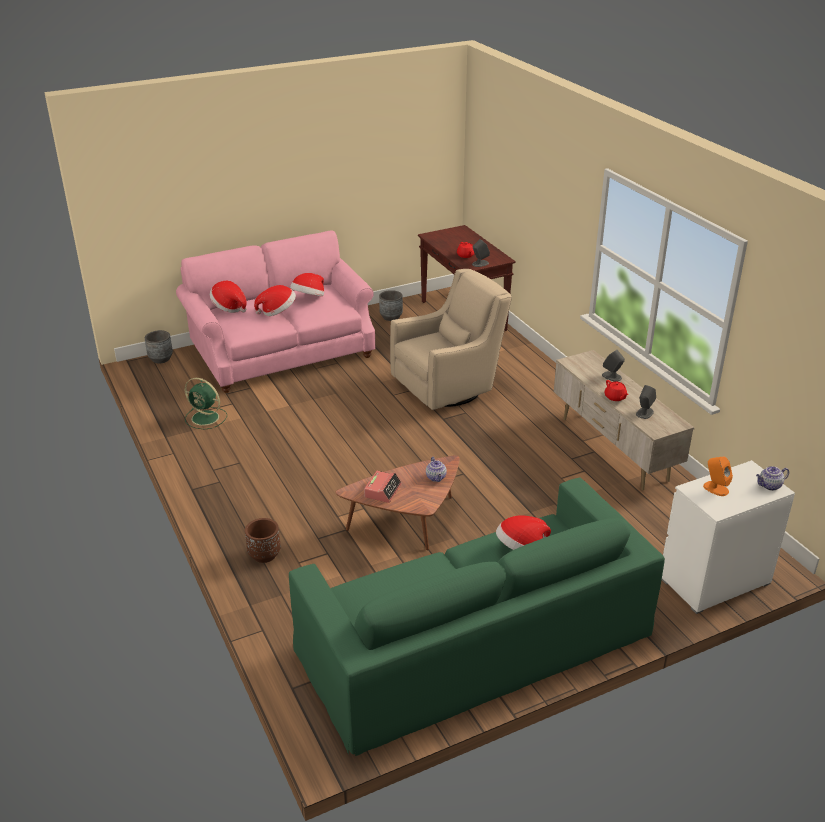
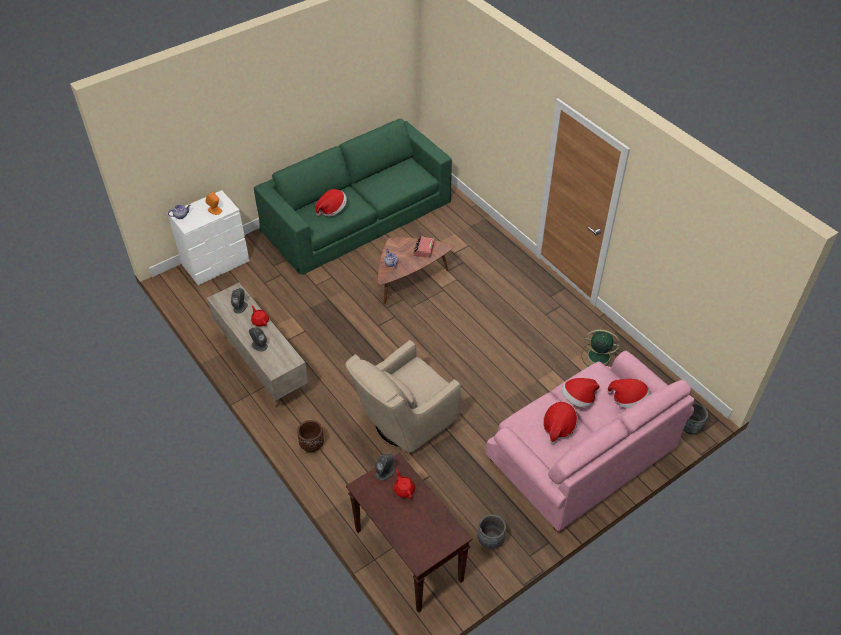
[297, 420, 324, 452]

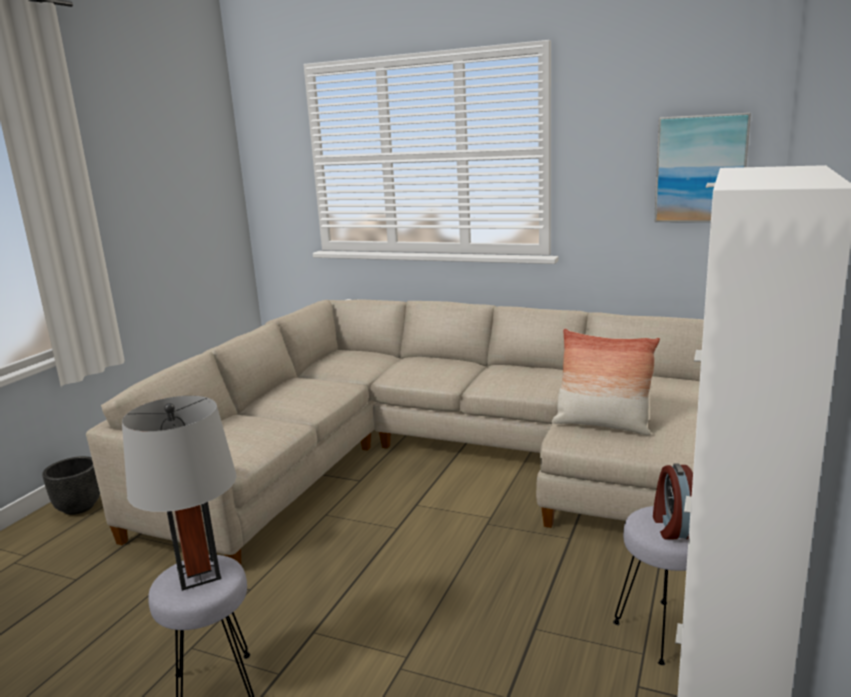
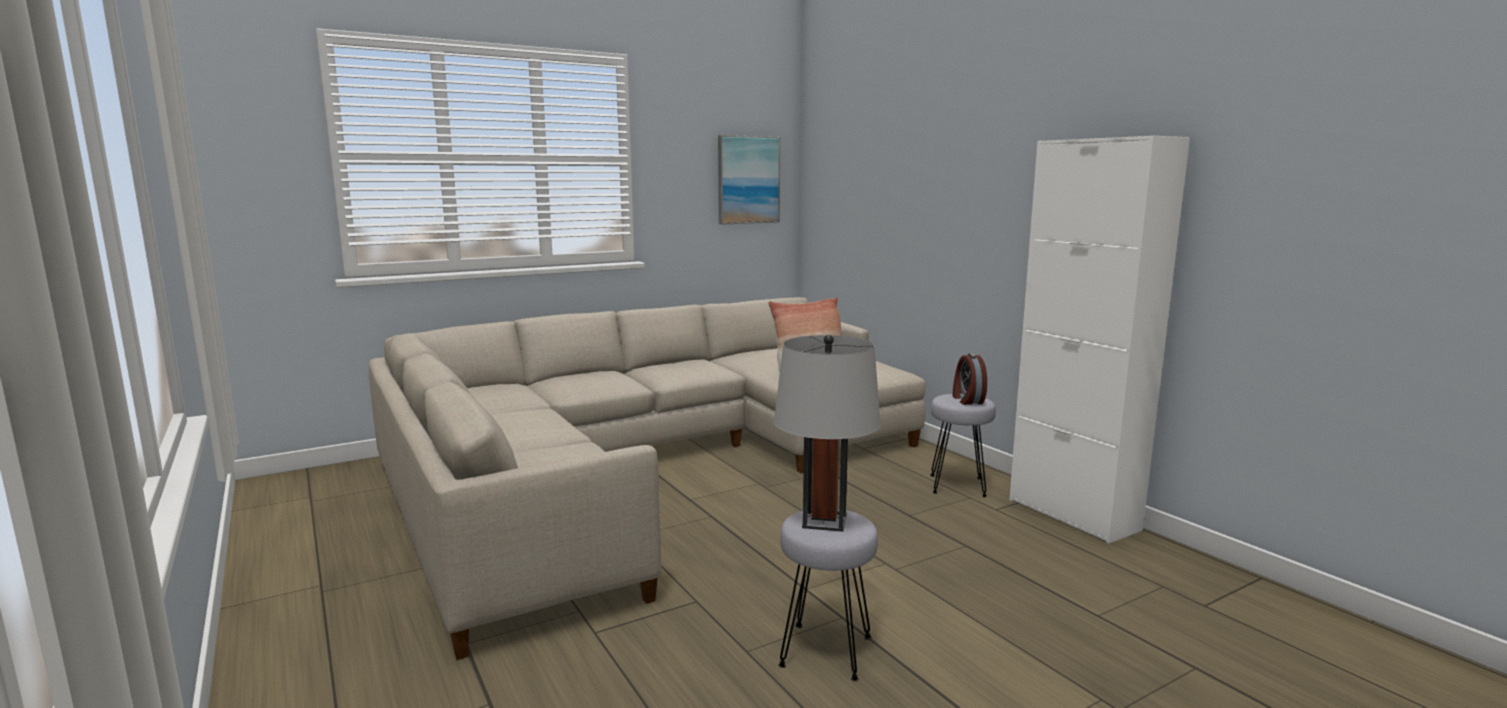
[42, 456, 100, 515] (first image)
[953, 353, 987, 405]

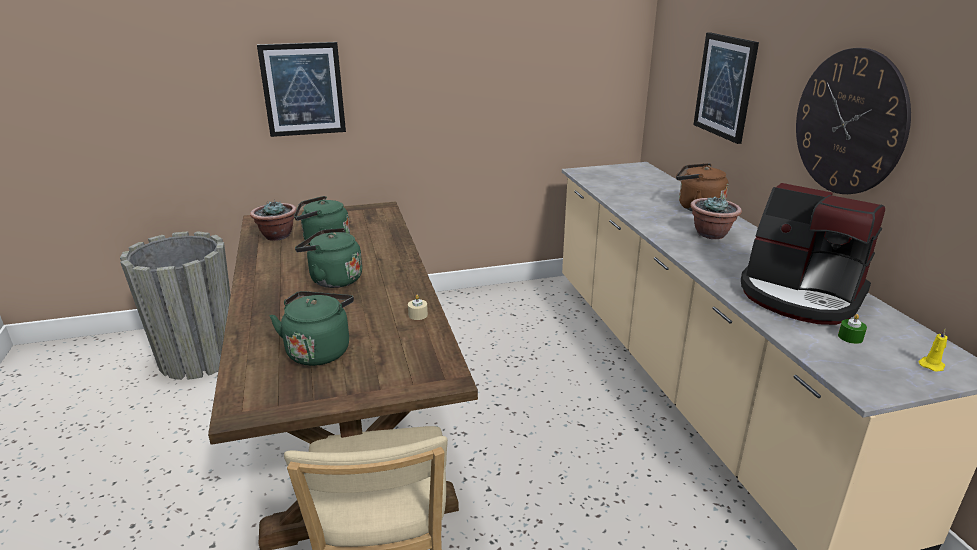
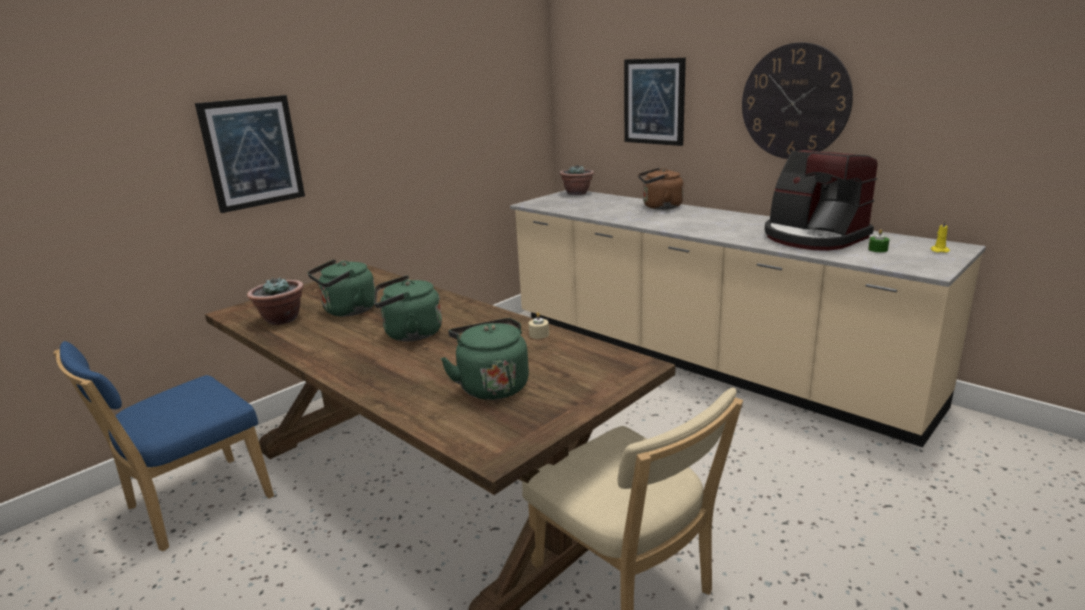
[559, 164, 594, 195]
[53, 341, 274, 551]
[765, 150, 878, 251]

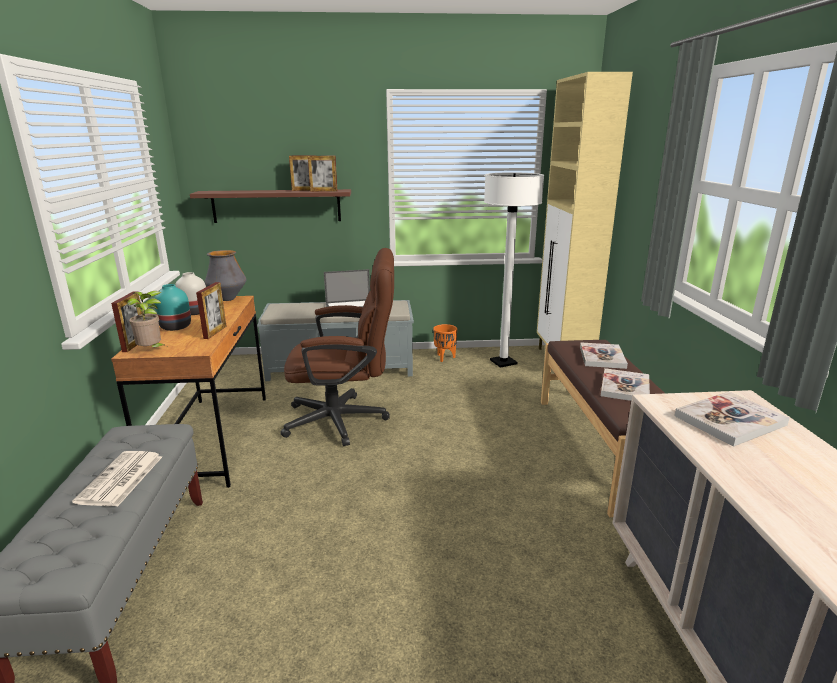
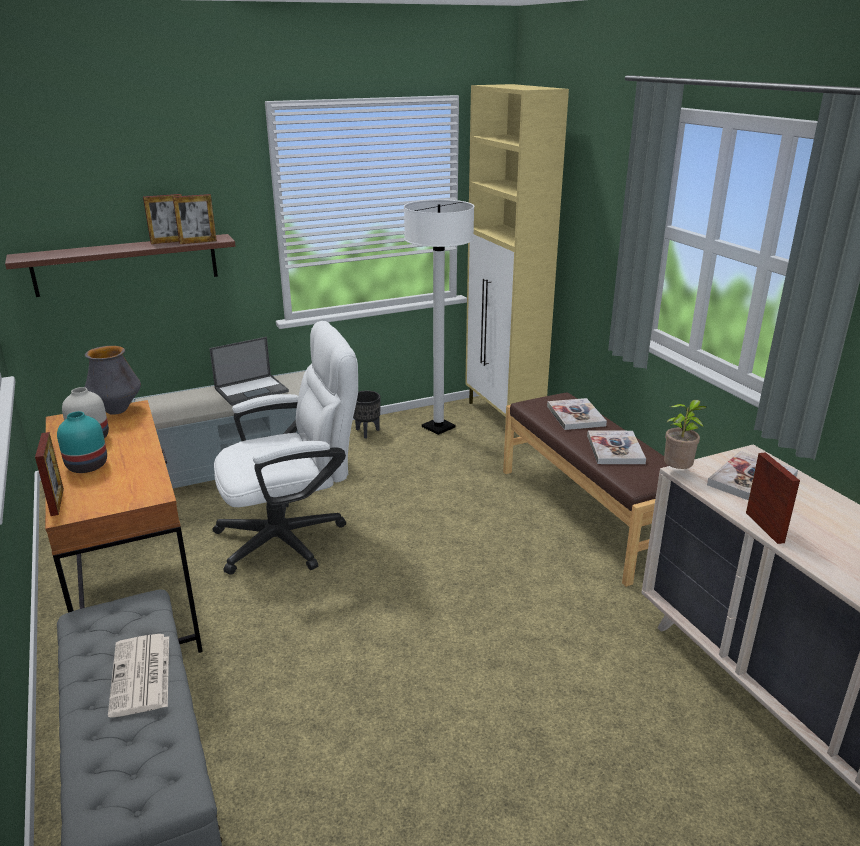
[664, 400, 707, 469]
[746, 452, 800, 544]
[212, 321, 358, 575]
[353, 391, 381, 438]

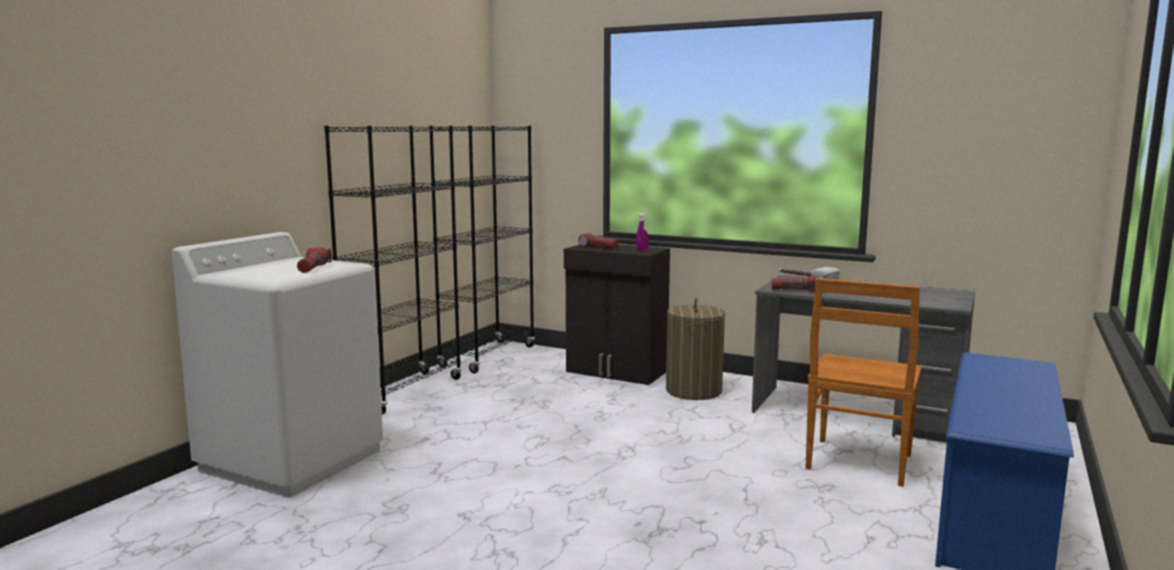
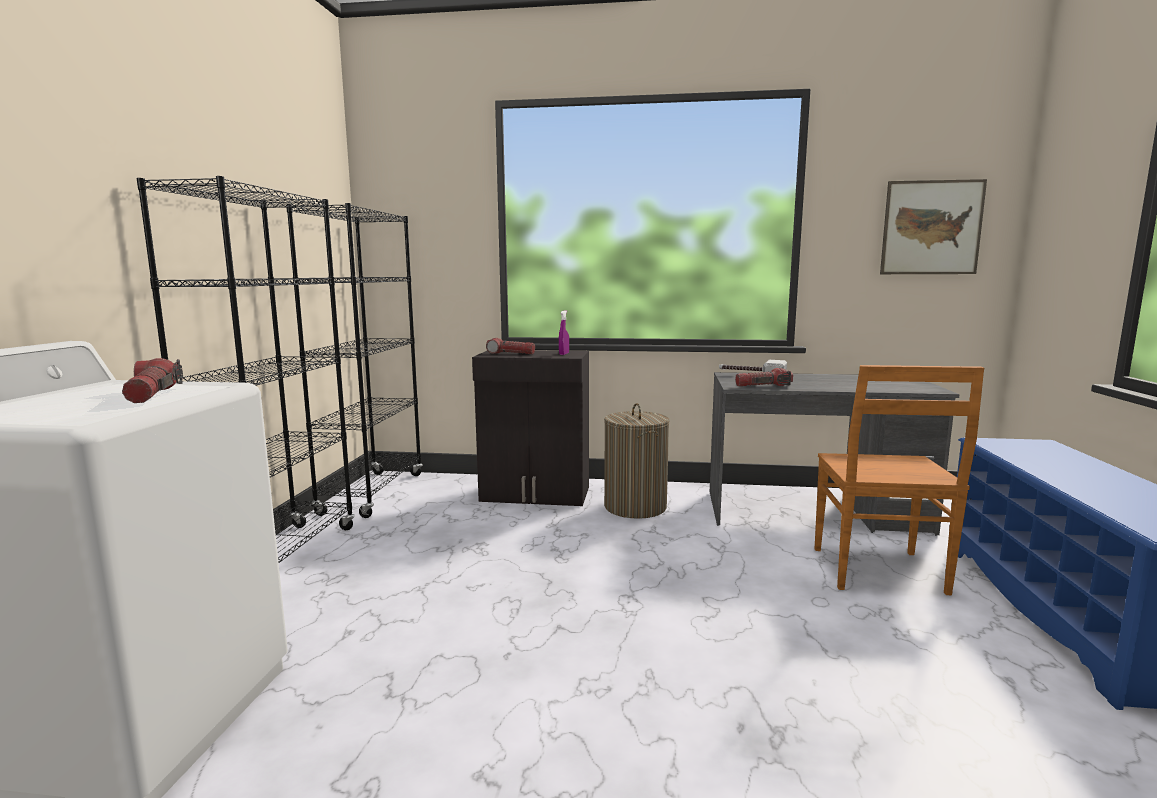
[880, 179, 987, 274]

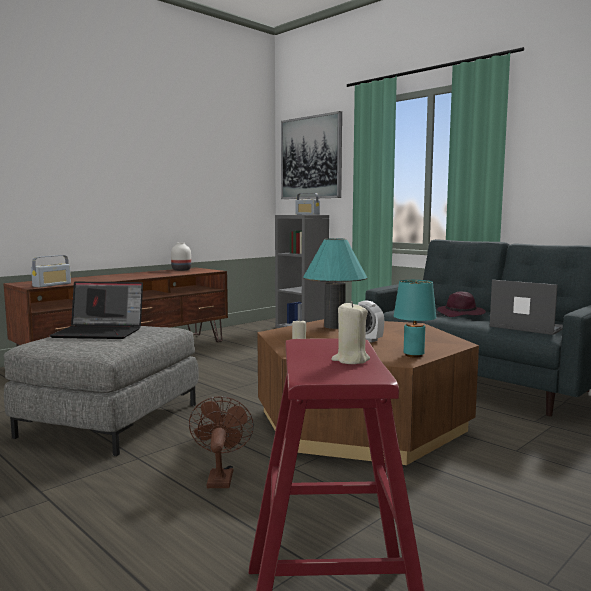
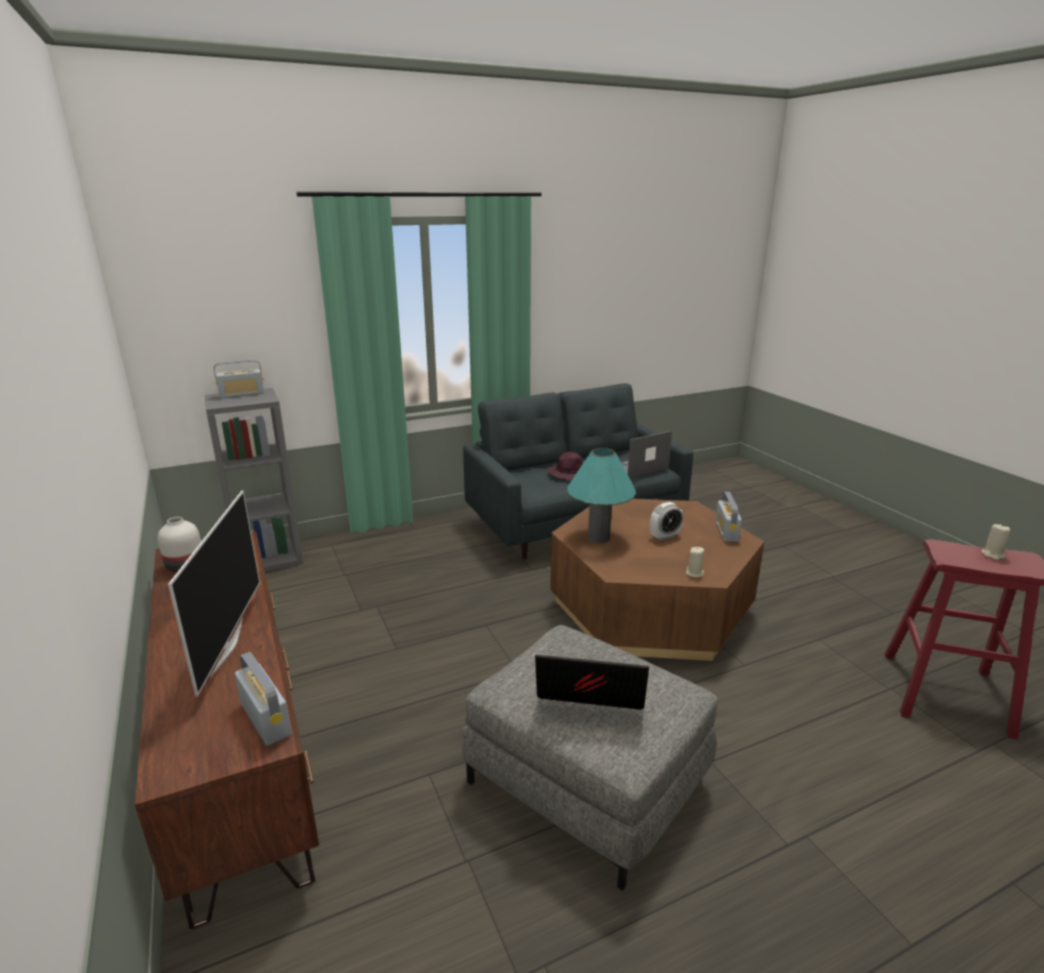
[189, 396, 254, 488] (first image)
[281, 111, 342, 199] (first image)
[168, 490, 260, 697]
[715, 492, 742, 542]
[535, 655, 649, 710]

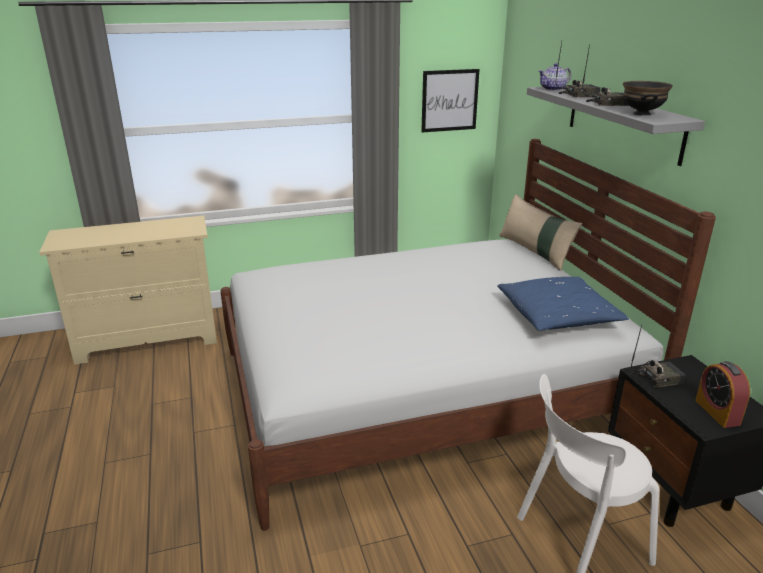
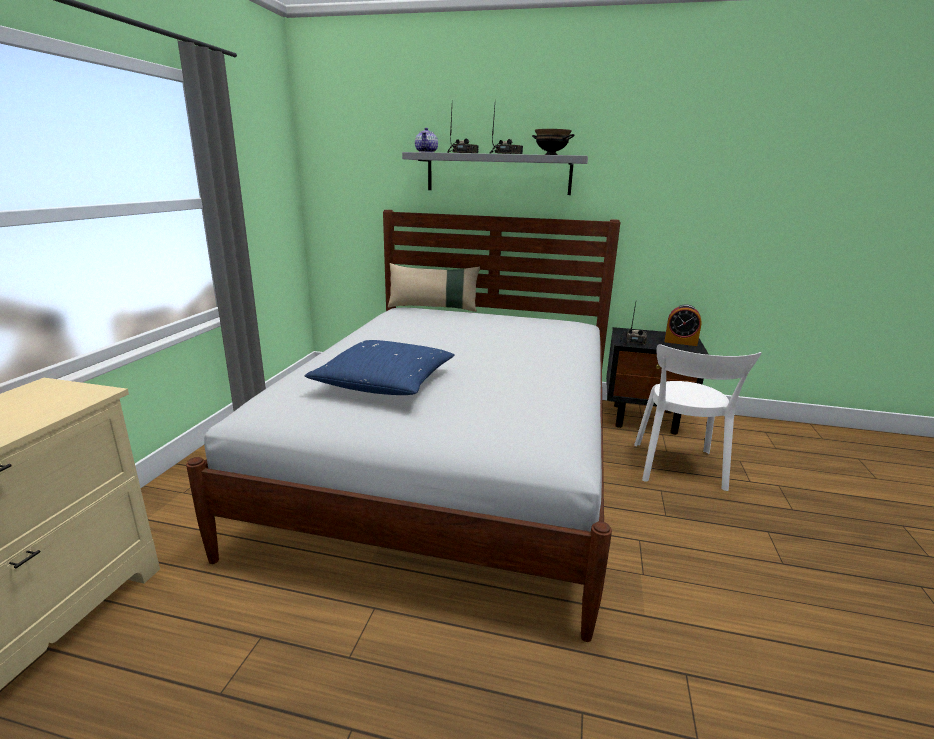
[421, 69, 480, 132] (first image)
[305, 340, 455, 395]

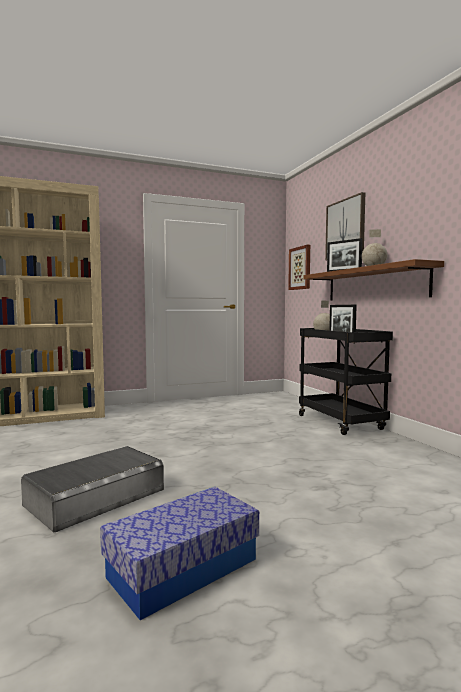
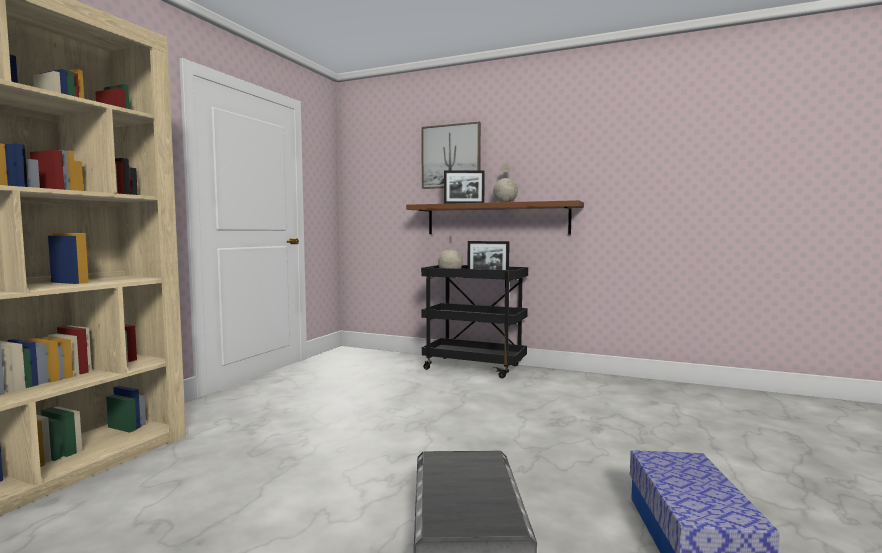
[288, 245, 310, 290] (first image)

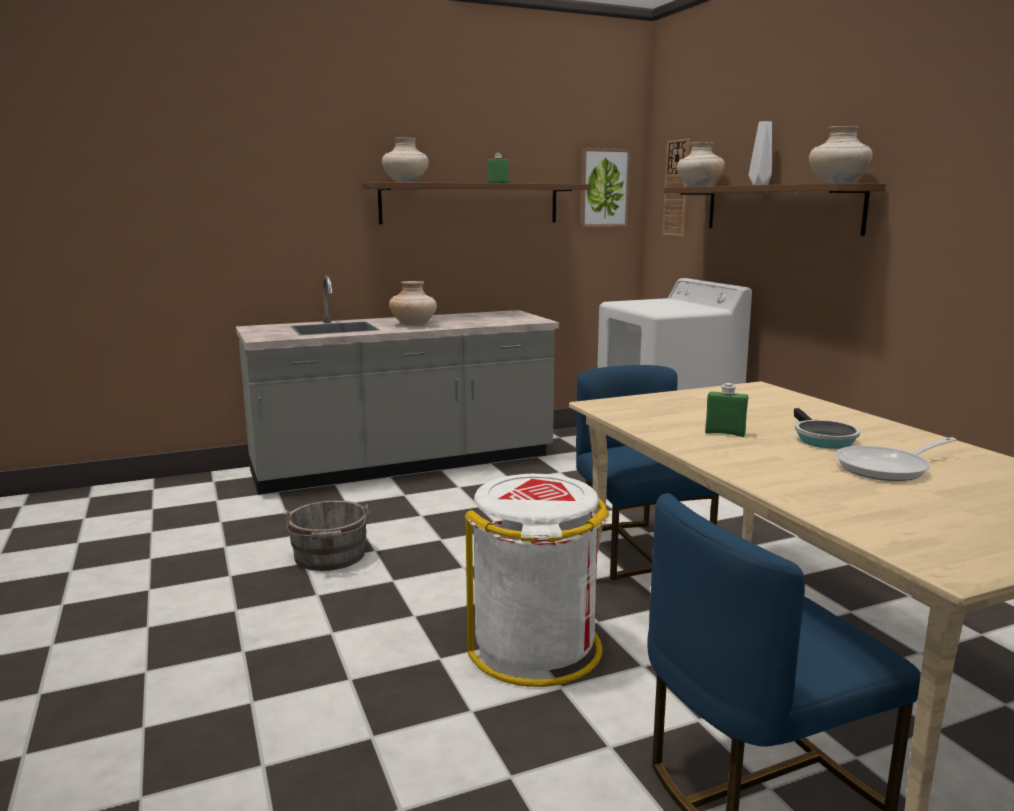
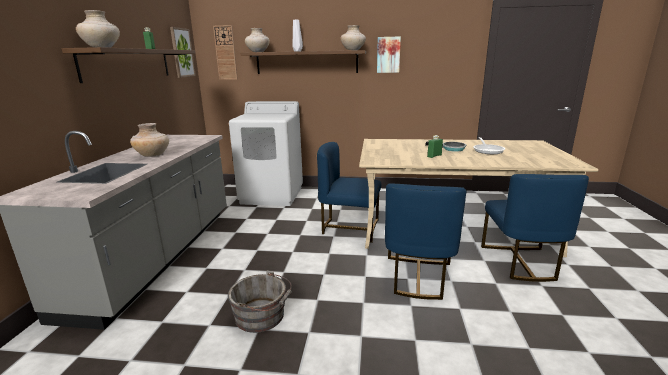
[377, 36, 401, 73]
[385, 183, 466, 300]

